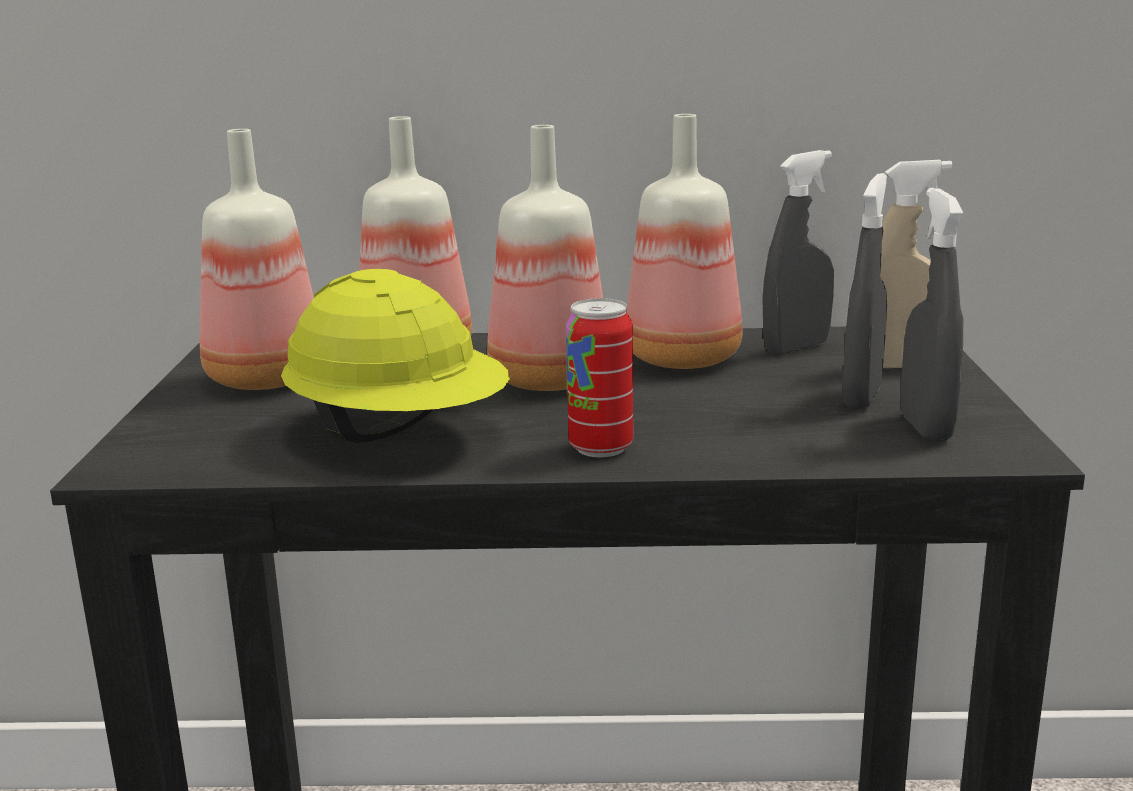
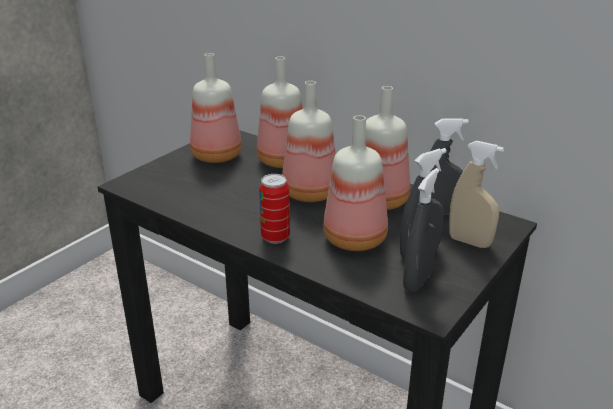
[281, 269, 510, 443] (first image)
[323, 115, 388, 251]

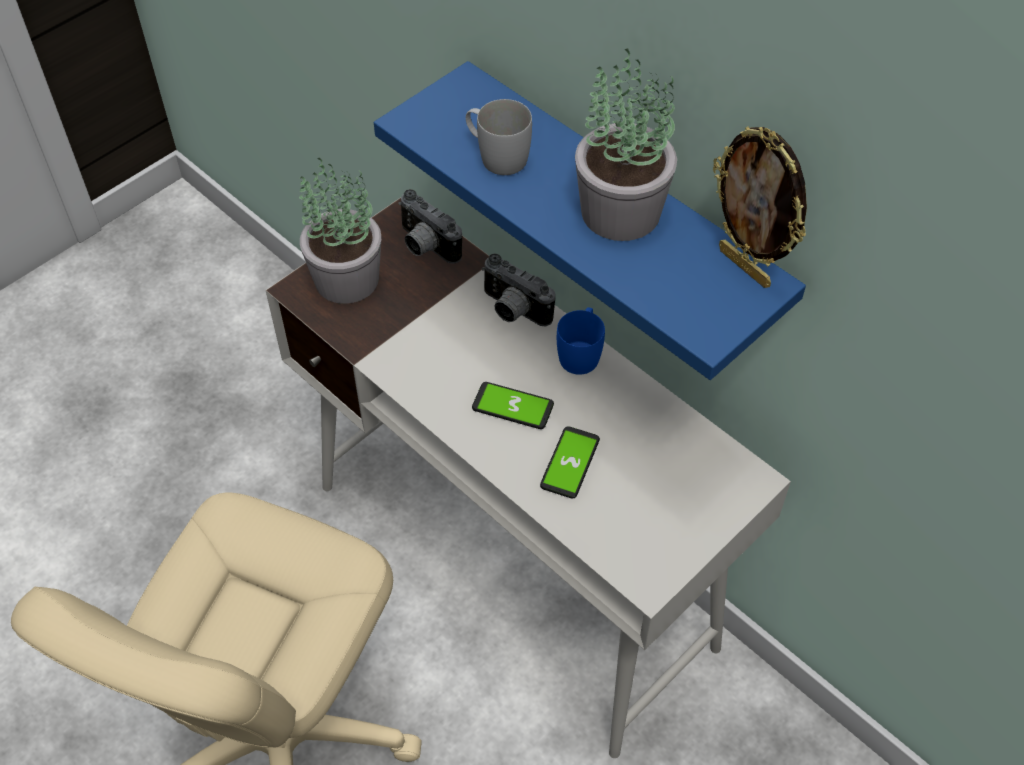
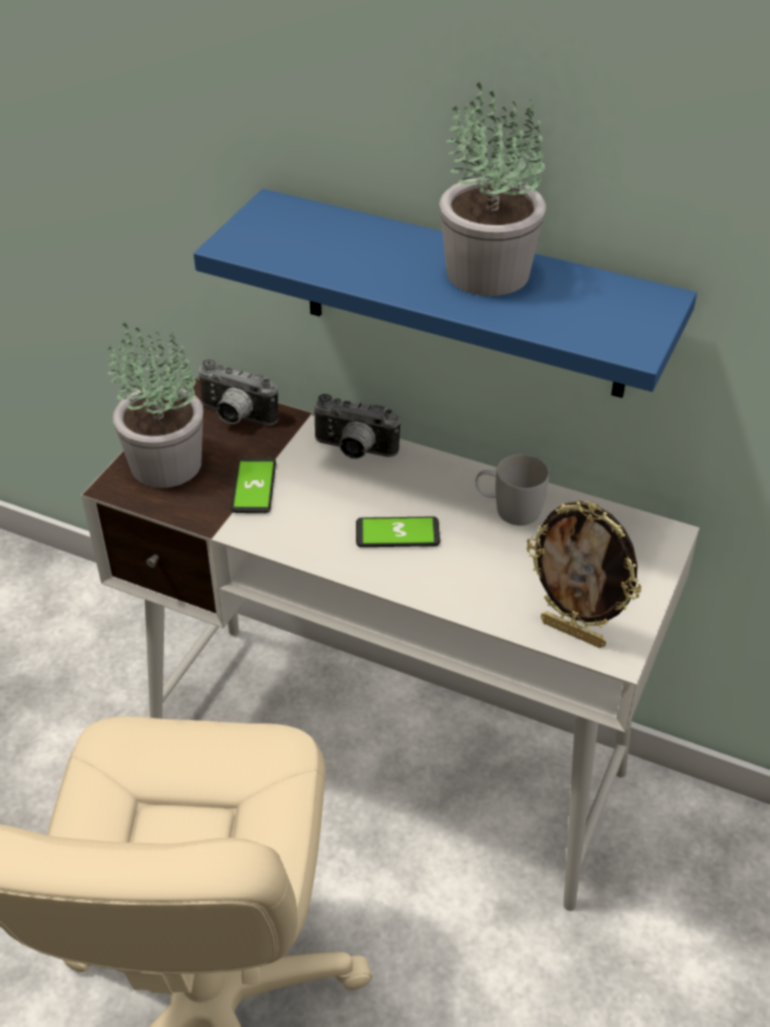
[557, 307, 605, 375] (first image)
[476, 454, 549, 526]
[231, 458, 276, 513]
[526, 501, 642, 648]

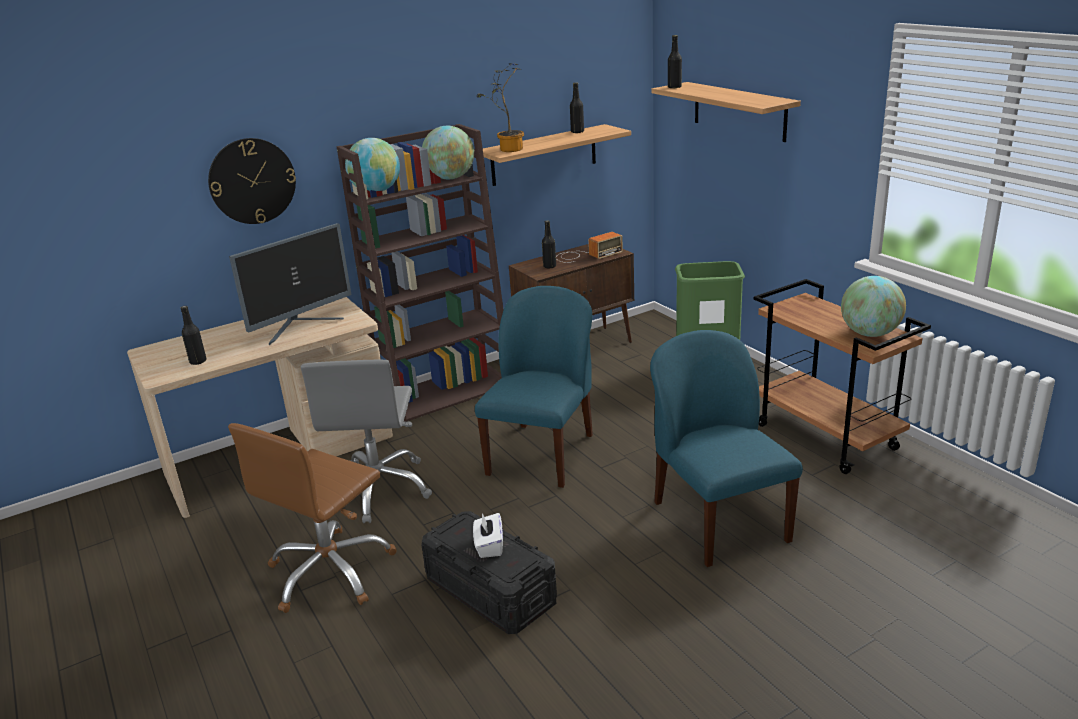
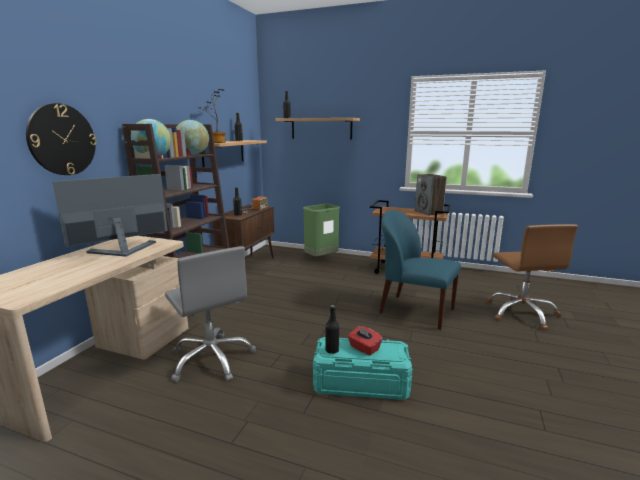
[475, 286, 593, 488] (first image)
[325, 305, 339, 354]
[486, 224, 578, 330]
[415, 174, 447, 215]
[313, 337, 412, 400]
[348, 326, 383, 356]
[53, 174, 168, 257]

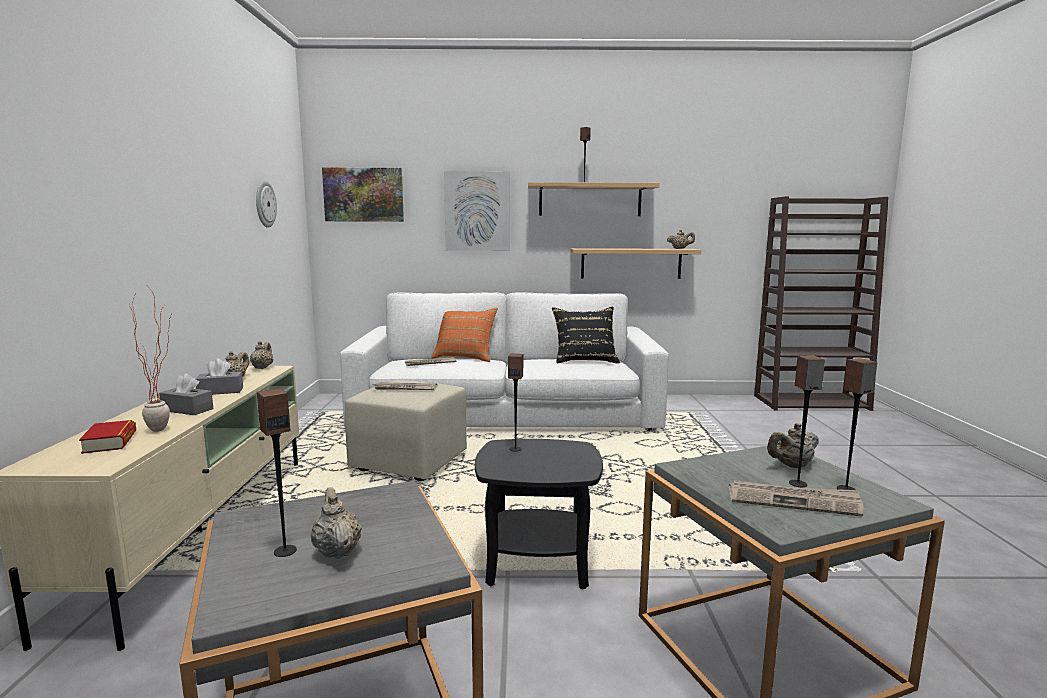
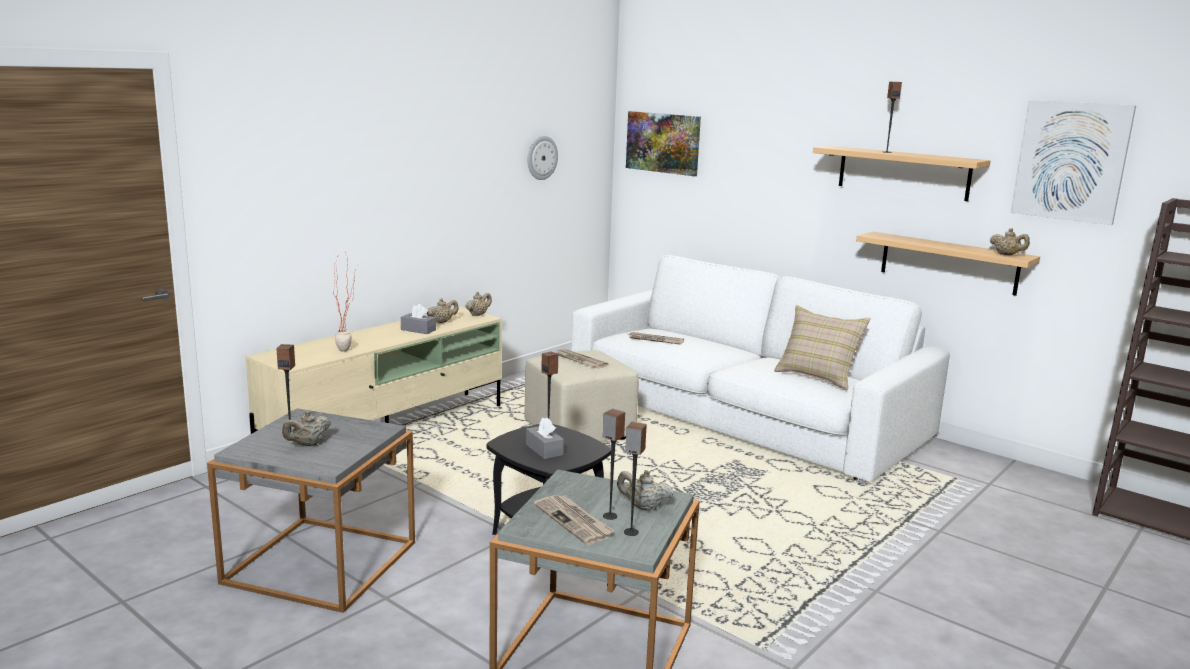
[79, 420, 136, 454] (first image)
[431, 308, 498, 362] (first image)
[526, 417, 564, 459]
[1011, 100, 1136, 225]
[774, 305, 871, 390]
[282, 411, 331, 446]

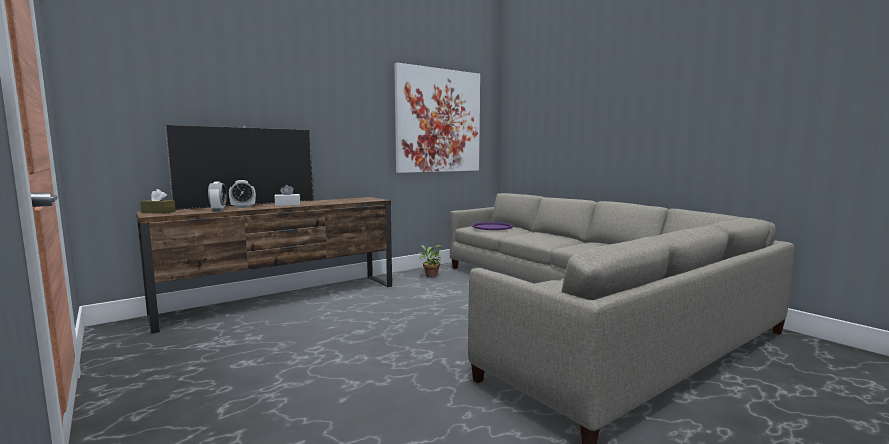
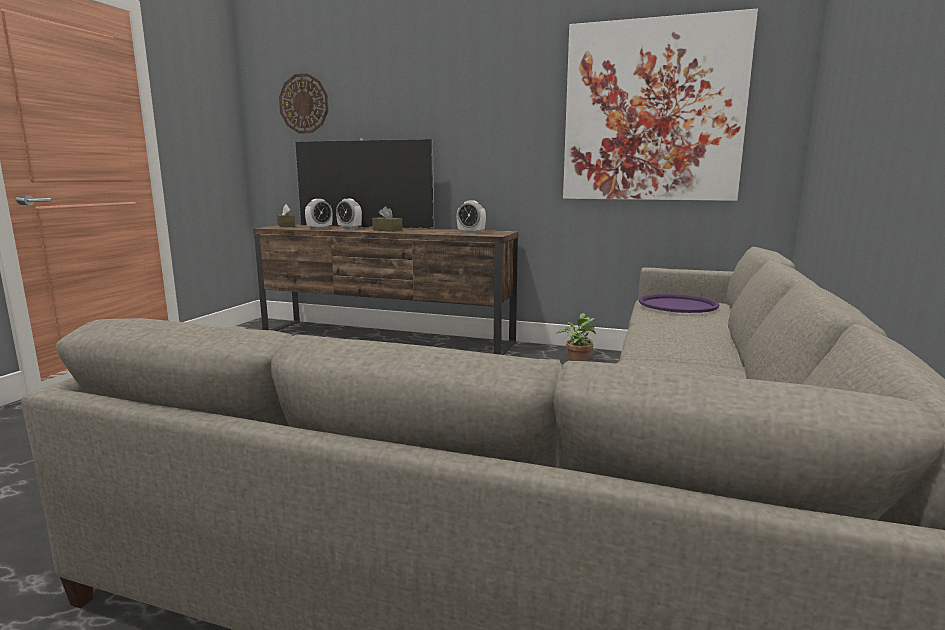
[279, 73, 328, 134]
[457, 200, 486, 234]
[372, 206, 402, 232]

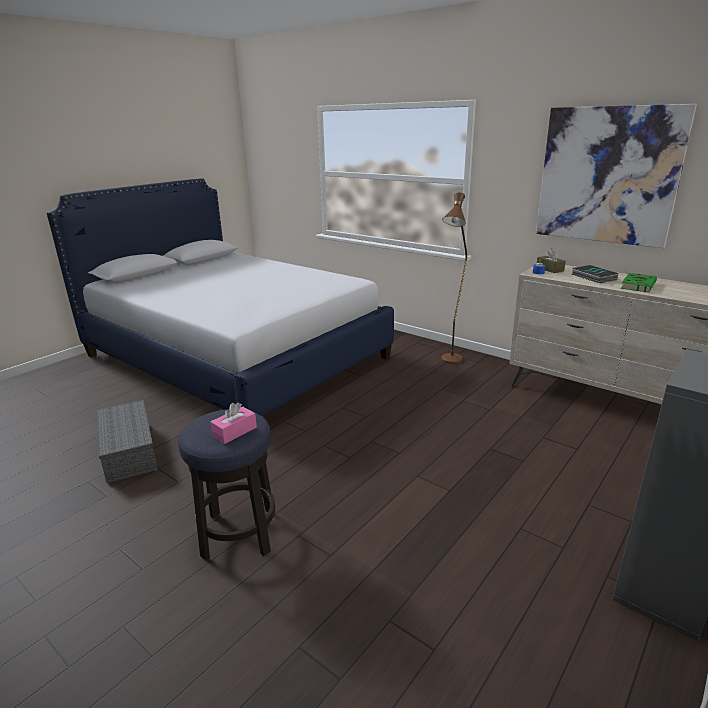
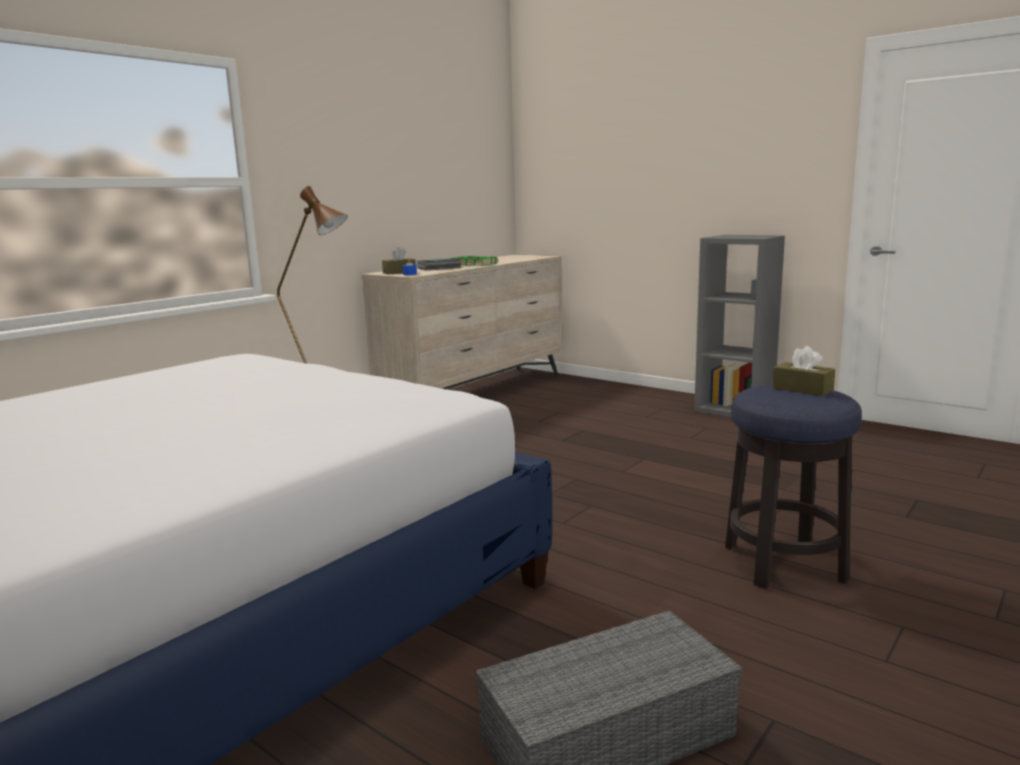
[536, 104, 697, 248] (first image)
[773, 346, 835, 396]

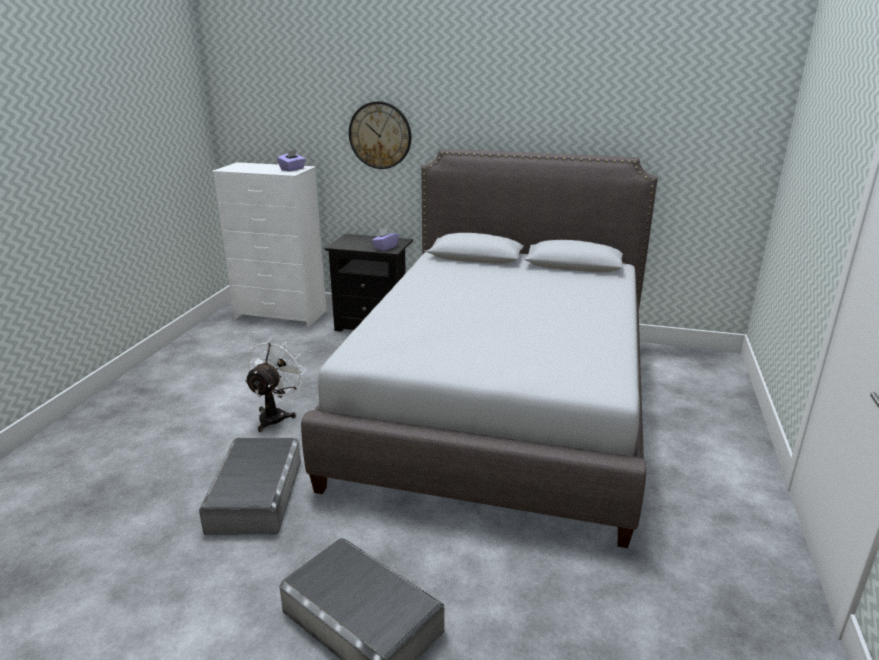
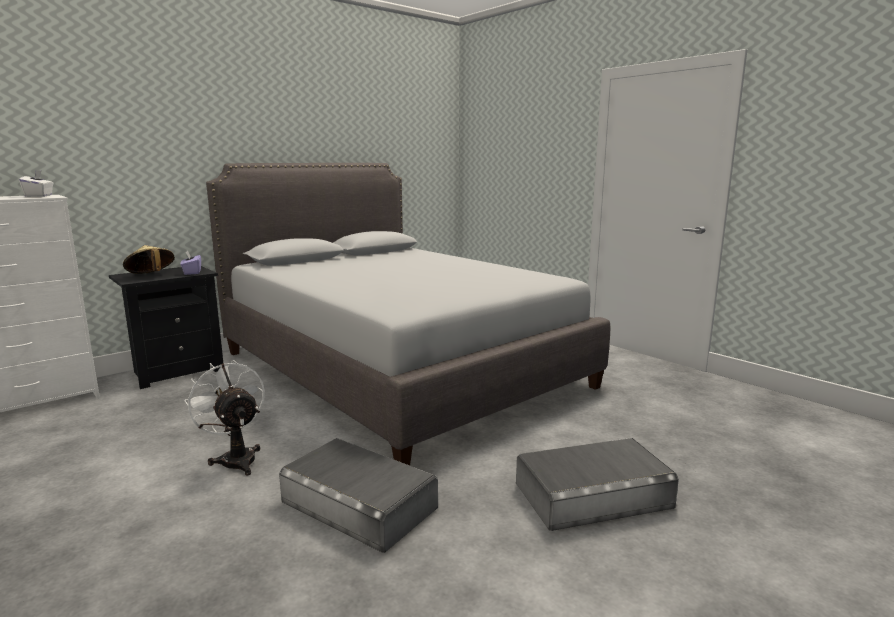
[349, 101, 411, 169] (first image)
[123, 245, 175, 274]
[19, 170, 53, 197]

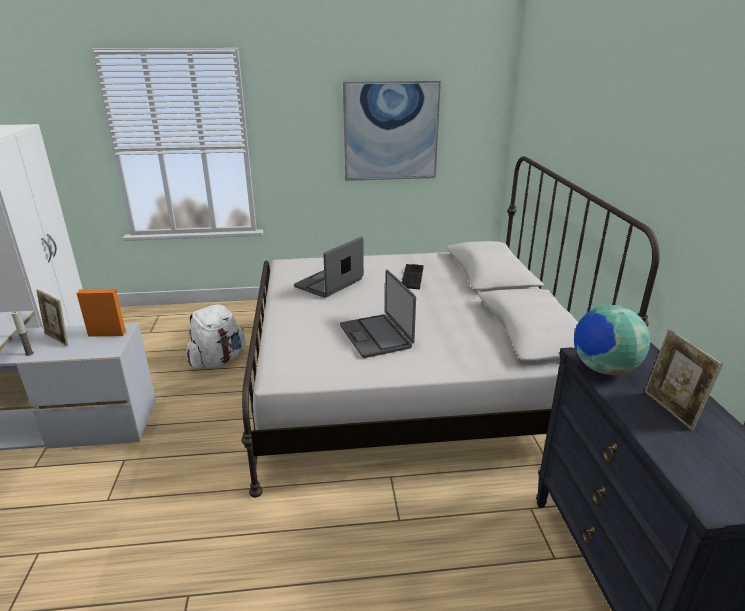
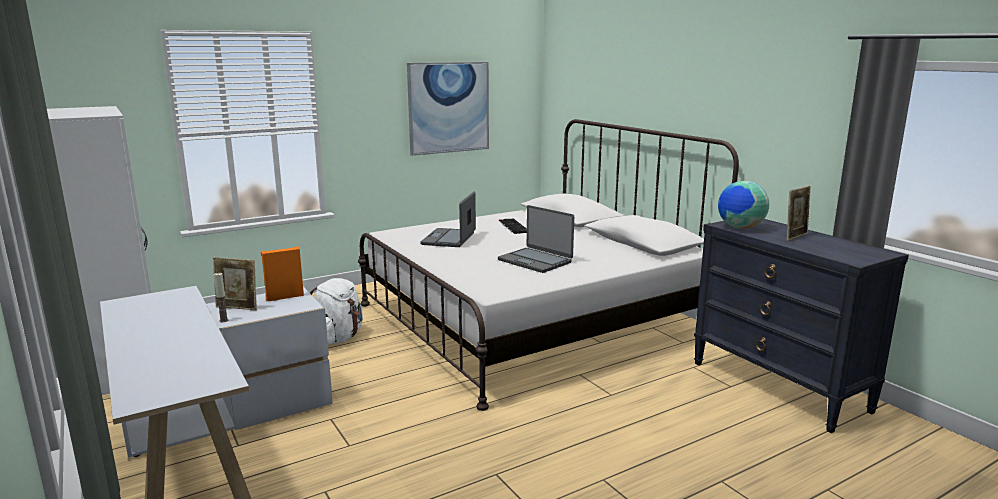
[787, 186, 811, 241]

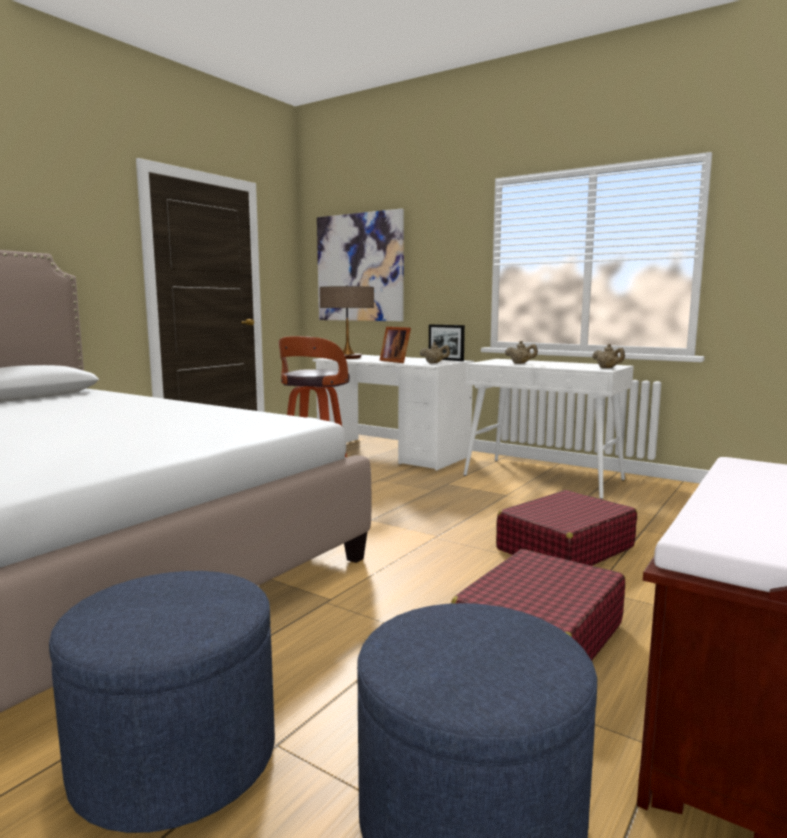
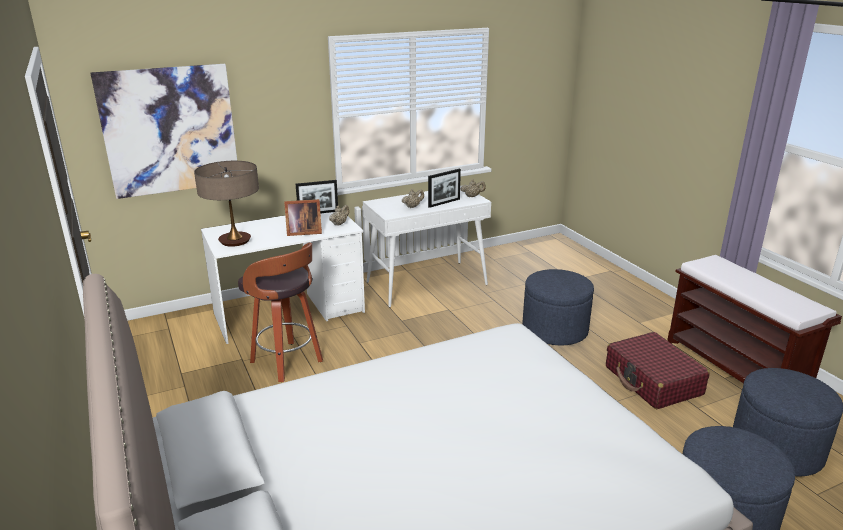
[428, 169, 461, 208]
[522, 269, 594, 345]

